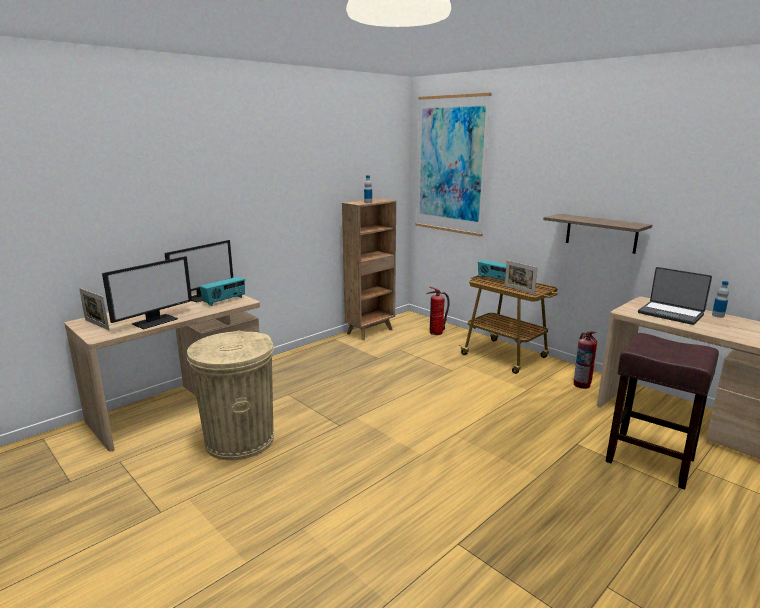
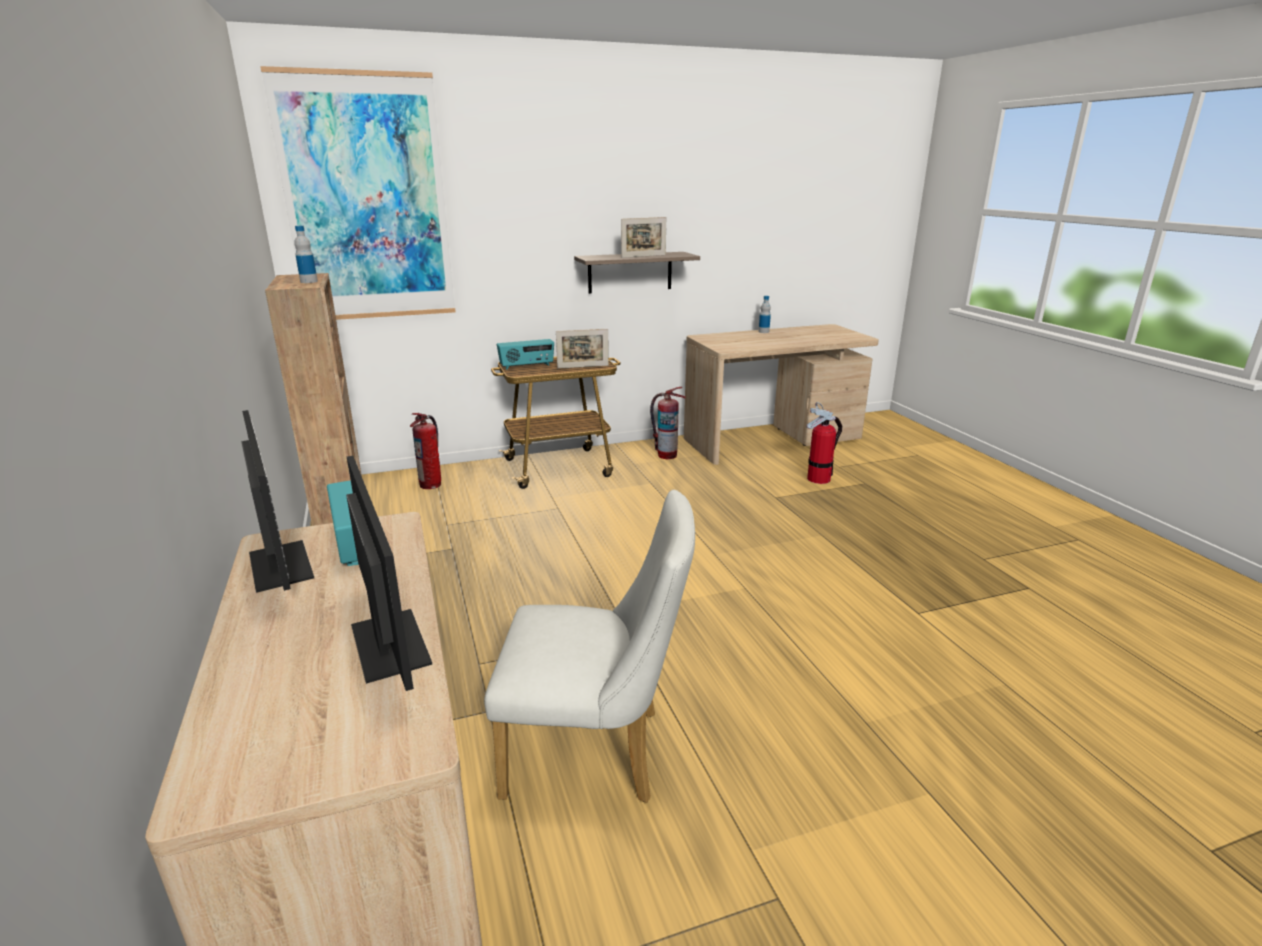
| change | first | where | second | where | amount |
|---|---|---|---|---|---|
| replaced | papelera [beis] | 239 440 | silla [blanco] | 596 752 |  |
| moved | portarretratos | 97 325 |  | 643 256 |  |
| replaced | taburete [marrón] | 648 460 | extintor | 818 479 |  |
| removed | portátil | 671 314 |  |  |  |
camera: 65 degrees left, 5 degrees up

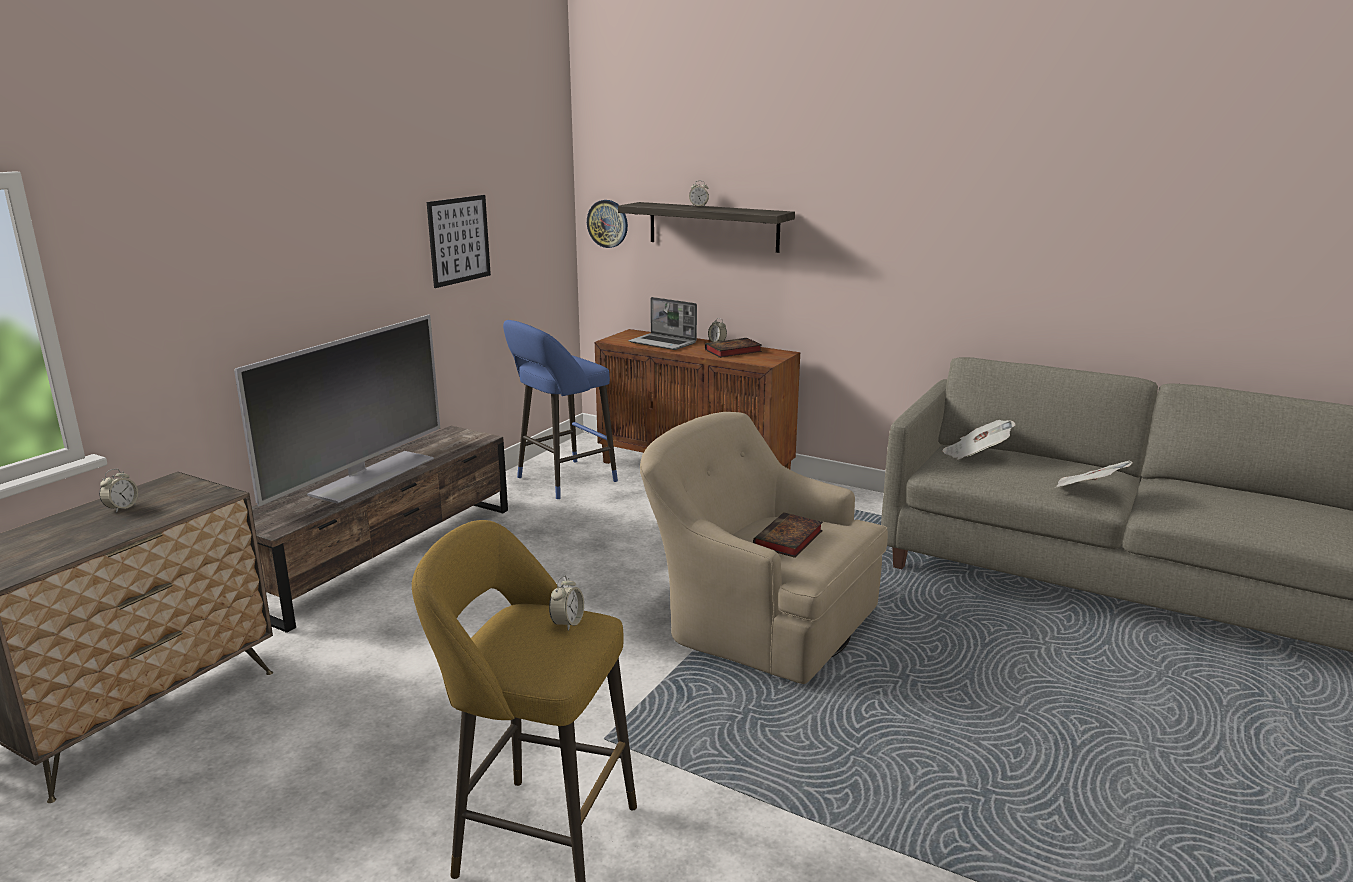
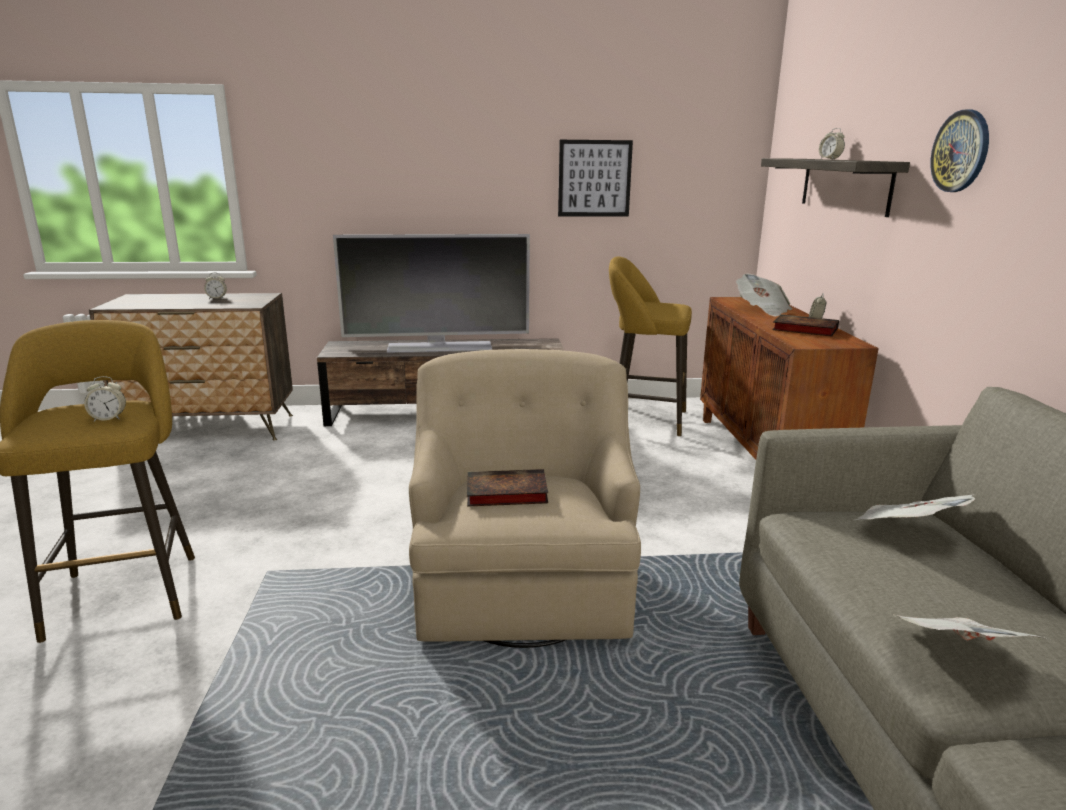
| change | first | where | second | where | amount |
|---|---|---|---|---|---|
| recoloured | taburete [azul] | 561 481 | taburete [amarillo] | 642 419 |  |
| replaced | portátil | 663 343 | periódico | 762 310 |  |
| moved | reloj de pared | 608 223 |  | 961 151 |  |
camera: 55 degrees right, 0 degrees up

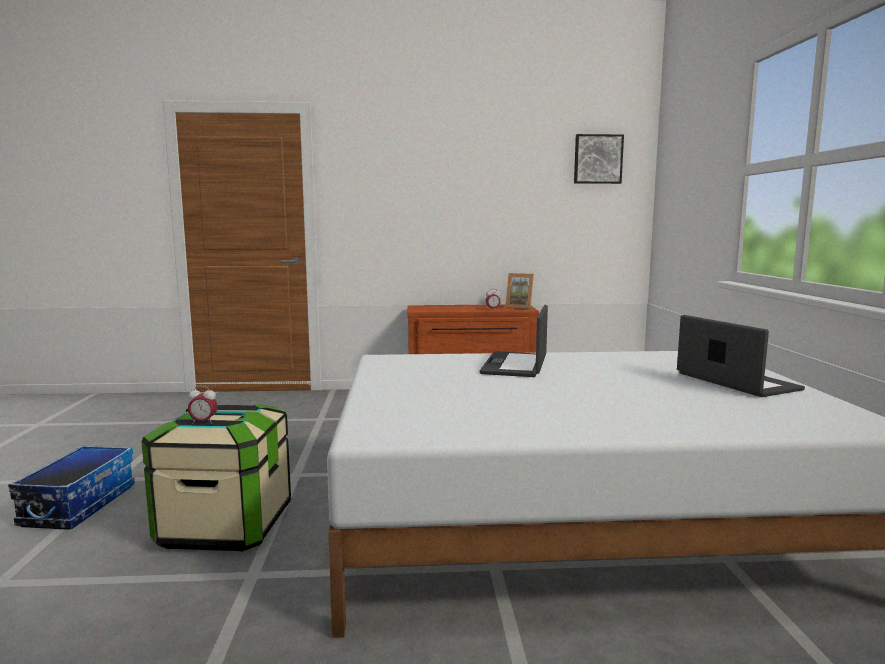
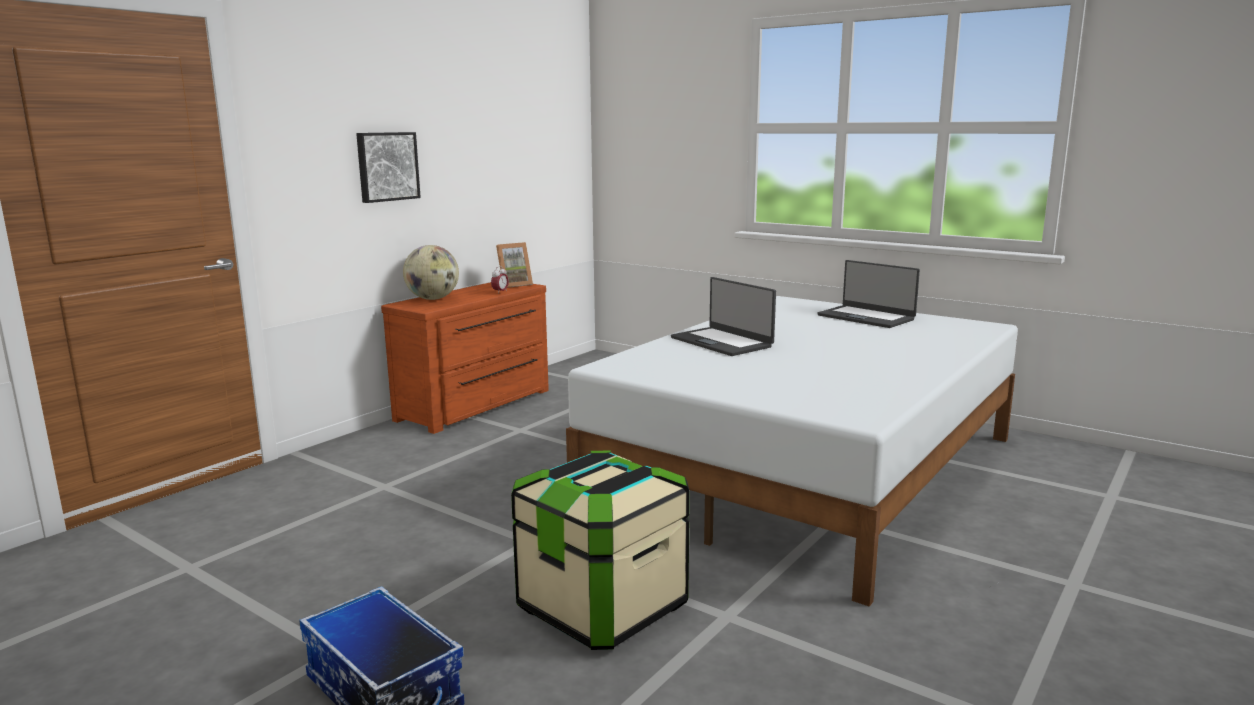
| change | first | where | second | where | amount |
|---|---|---|---|---|---|
| moved | cuadro | 597 159 |  | 387 166 |  |
| added |  |  | globo terráqueo | 433 299 |  |
| turned | portátil | 735 382 |  | 866 317 | 150 degrees counterclockwise |
| removed | despertador | 203 422 |  |  |  |
camera: 50 degrees left, 5 degrees up

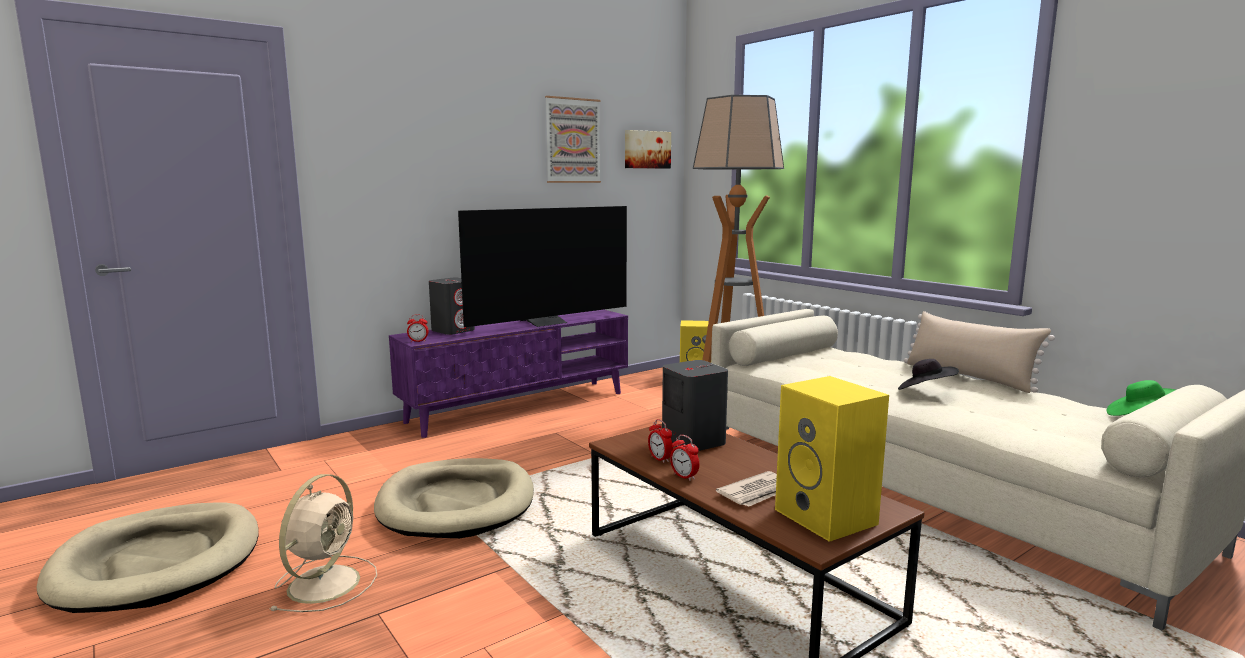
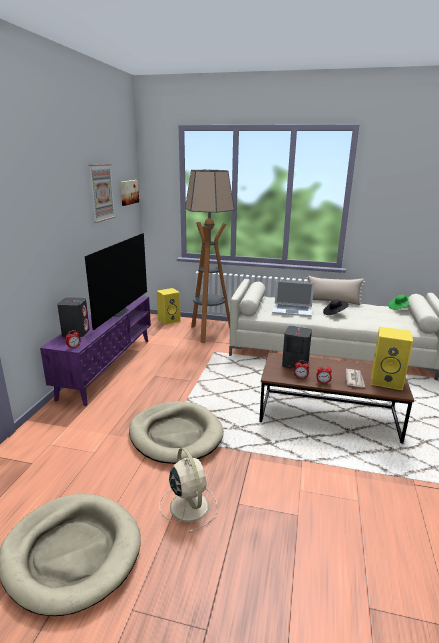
| change | first | where | second | where | amount |
|---|---|---|---|---|---|
| added |  |  | portátil | 292 310 |  |
camera: 40 degrees left, 10 degrees up

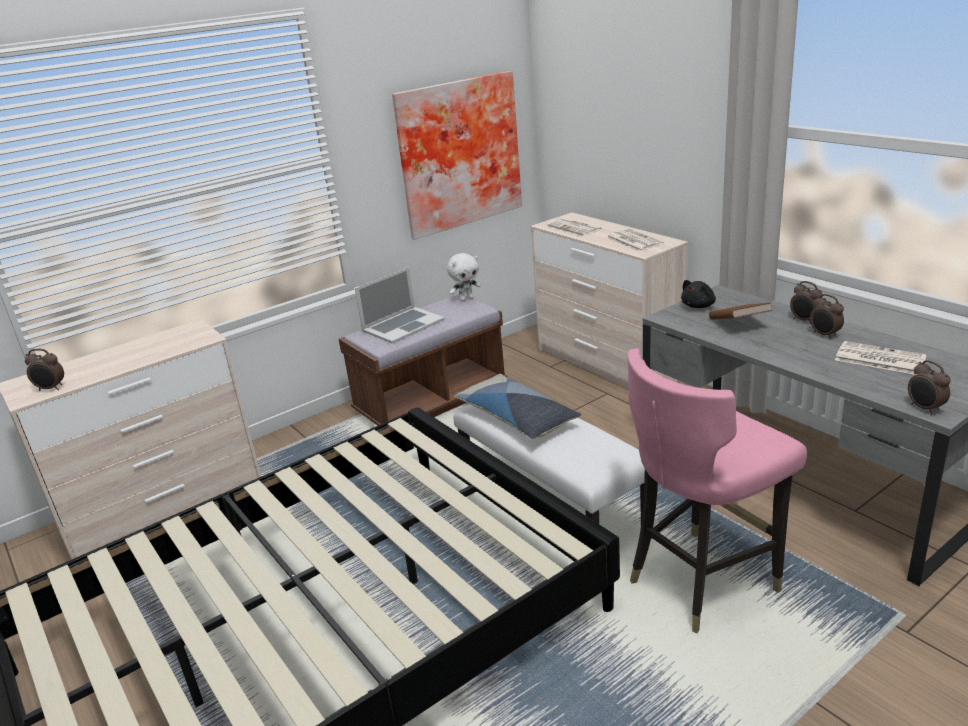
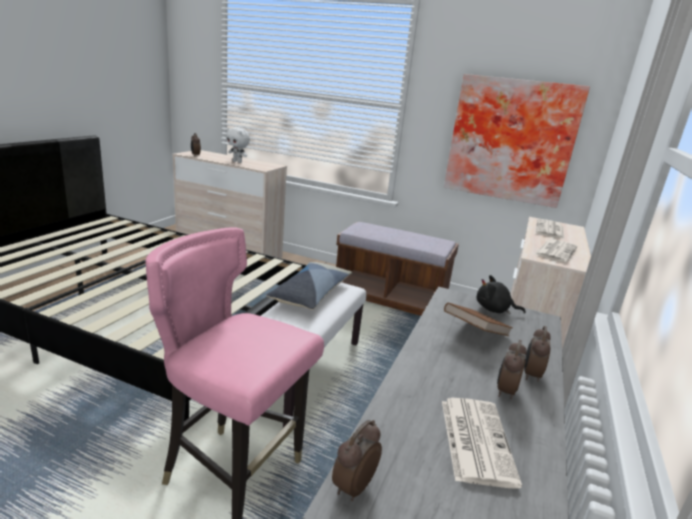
| change | first | where | second | where | amount |
|---|---|---|---|---|---|
| moved | peluche [blanco] | 466 299 |  | 237 161 |  |
| removed | portátil | 403 325 |  |  |  |
camera: 55 degrees right, 5 degrees down

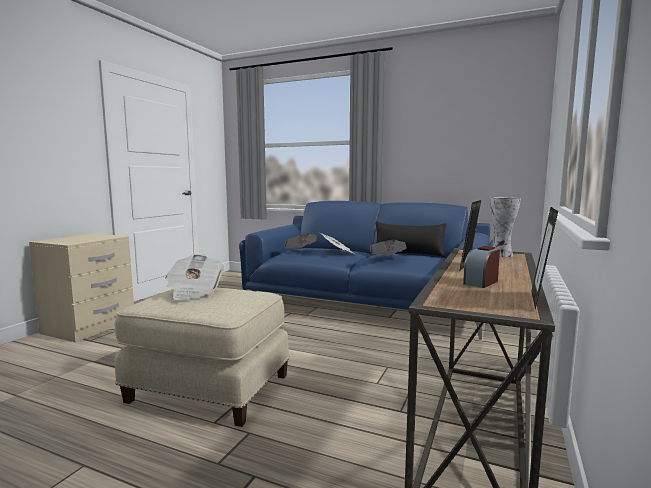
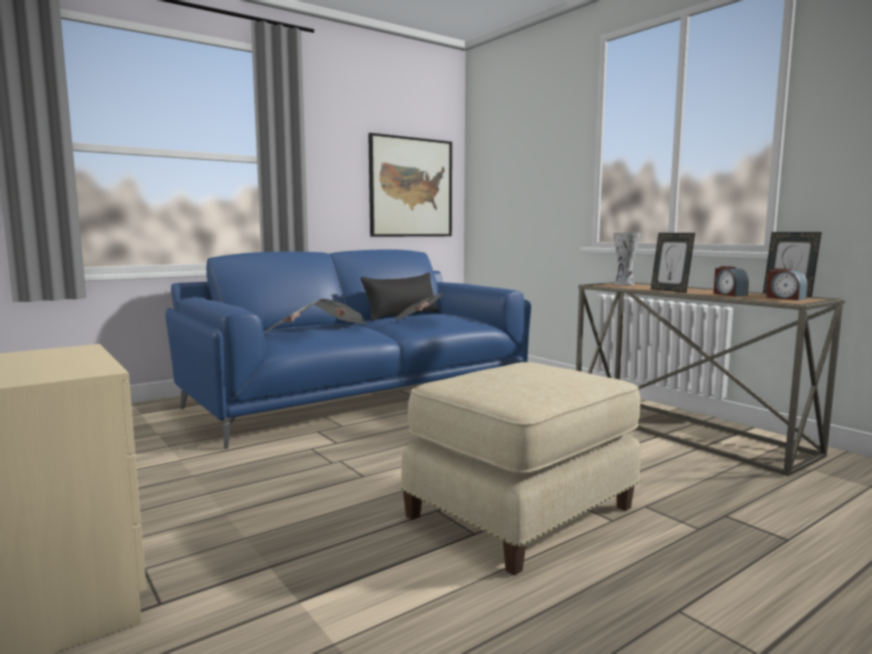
| change | first | where | second | where | amount |
|---|---|---|---|---|---|
| added |  |  | cuadro | 411 187 |  |
| added |  |  | despertador | 785 298 |  |
| removed | periódico | 194 292 |  |  |  |
camera: 60 degrees left, 0 degrees up

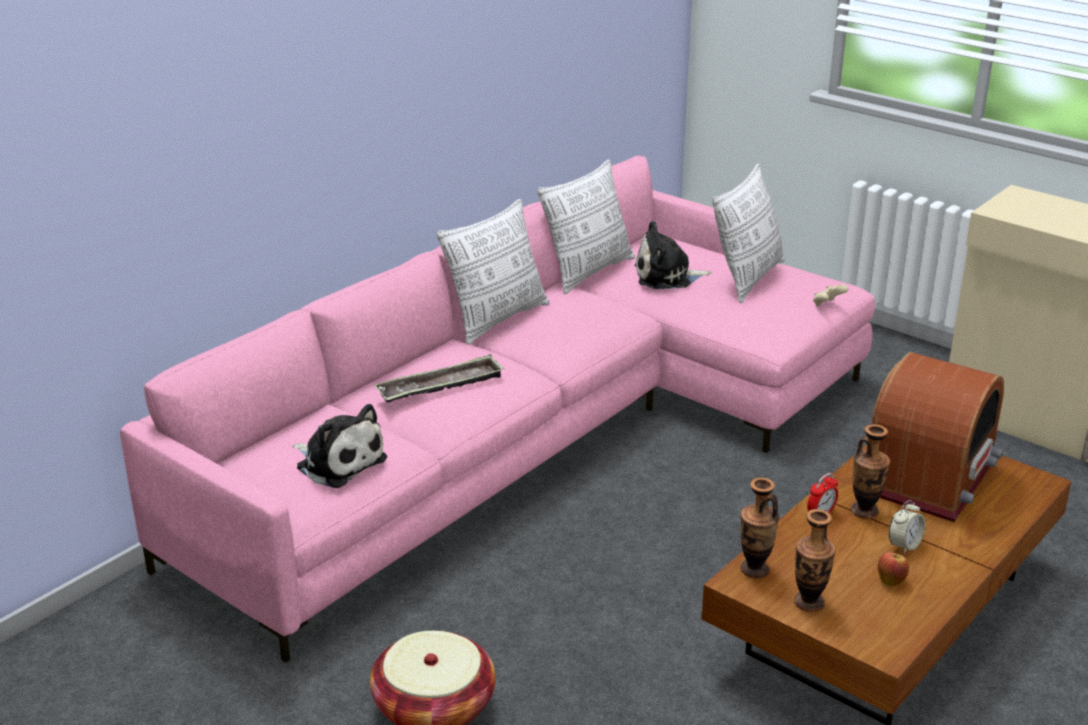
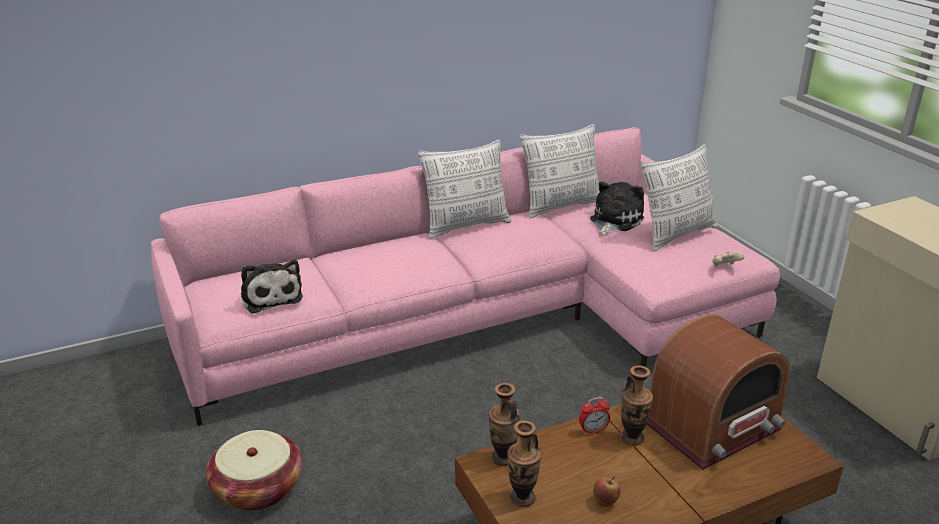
| change | first | where | second | where | amount |
|---|---|---|---|---|---|
| turned | peluche | 667 276 |  | 614 220 | 105 degrees clockwise |
| removed | bandeja | 440 386 |  |  |  |
| removed | despertador | 904 545 |  |  |  |
camera: 25 degrees right, 0 degrees up

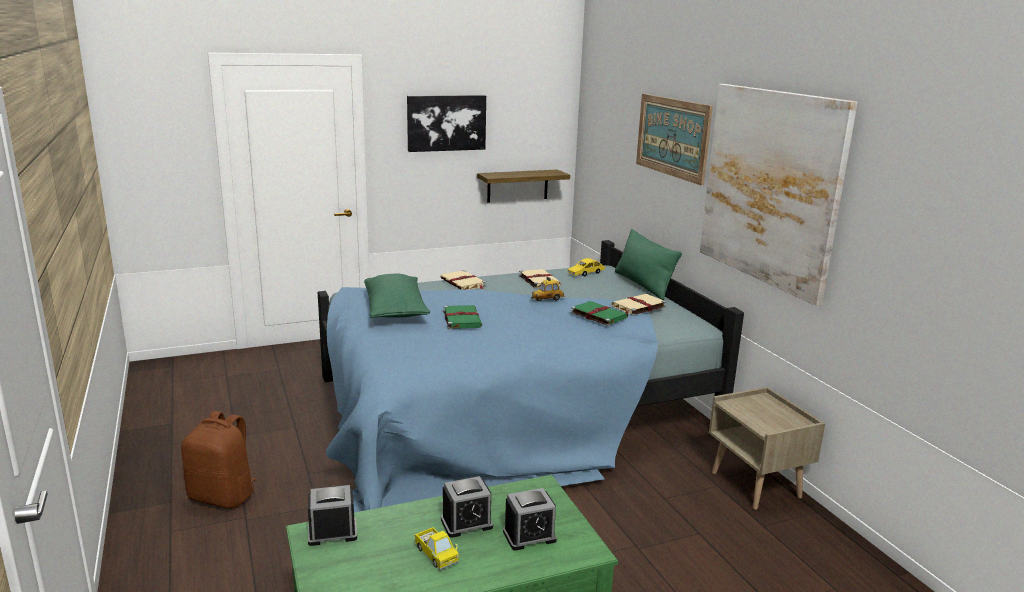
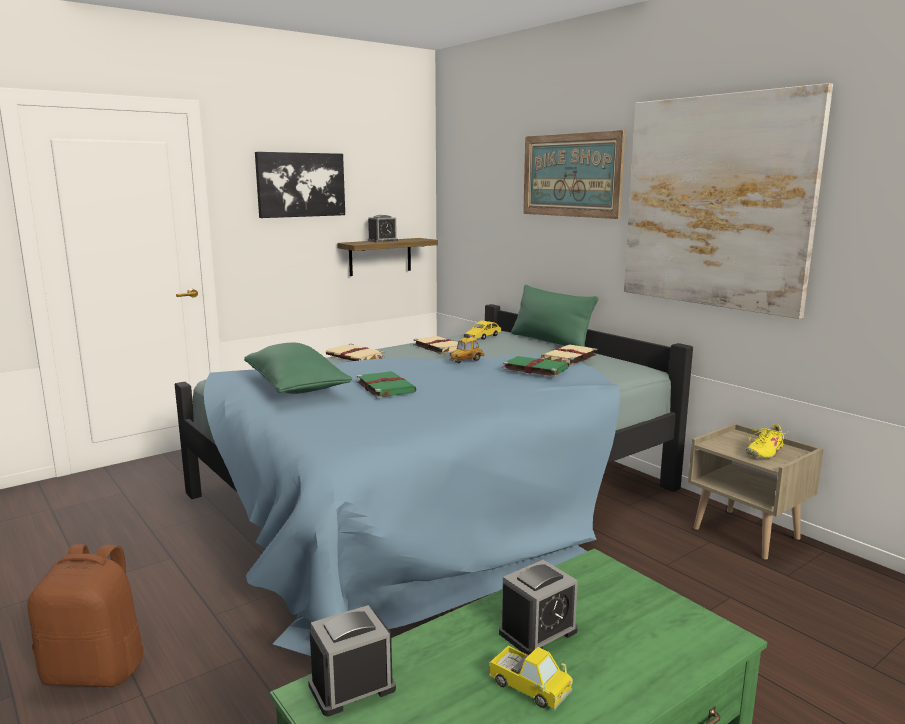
| change | first | where | second | where | amount |
|---|---|---|---|---|---|
| moved | despertador | 529 536 |  | 382 241 |  |
| added |  |  | zapato [amarillo] | 764 452 |  |
camera: 15 degrees left, 5 degrees down

